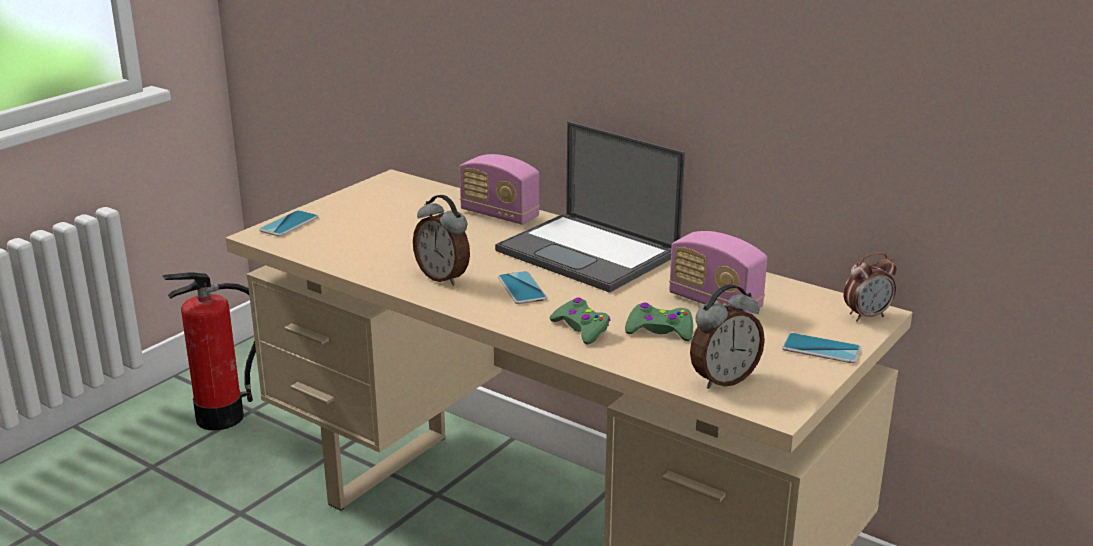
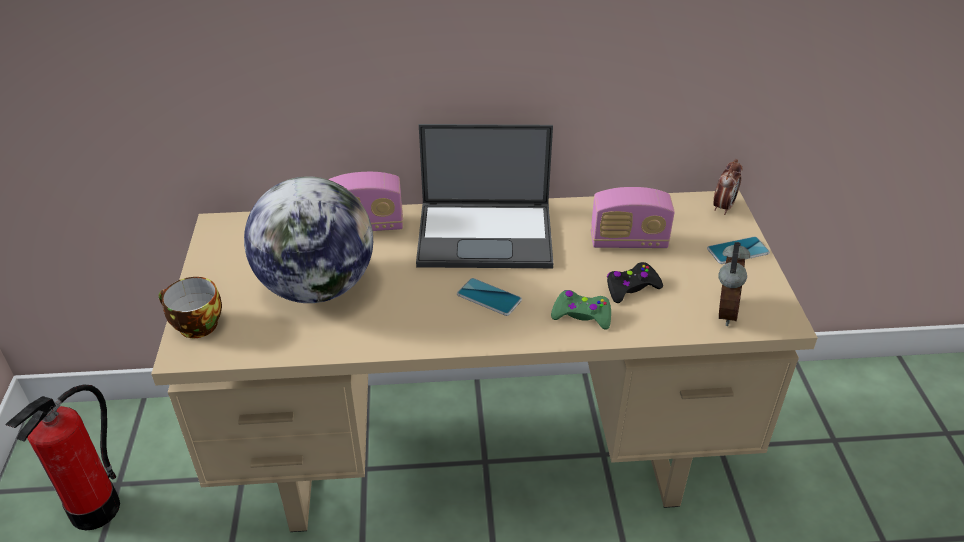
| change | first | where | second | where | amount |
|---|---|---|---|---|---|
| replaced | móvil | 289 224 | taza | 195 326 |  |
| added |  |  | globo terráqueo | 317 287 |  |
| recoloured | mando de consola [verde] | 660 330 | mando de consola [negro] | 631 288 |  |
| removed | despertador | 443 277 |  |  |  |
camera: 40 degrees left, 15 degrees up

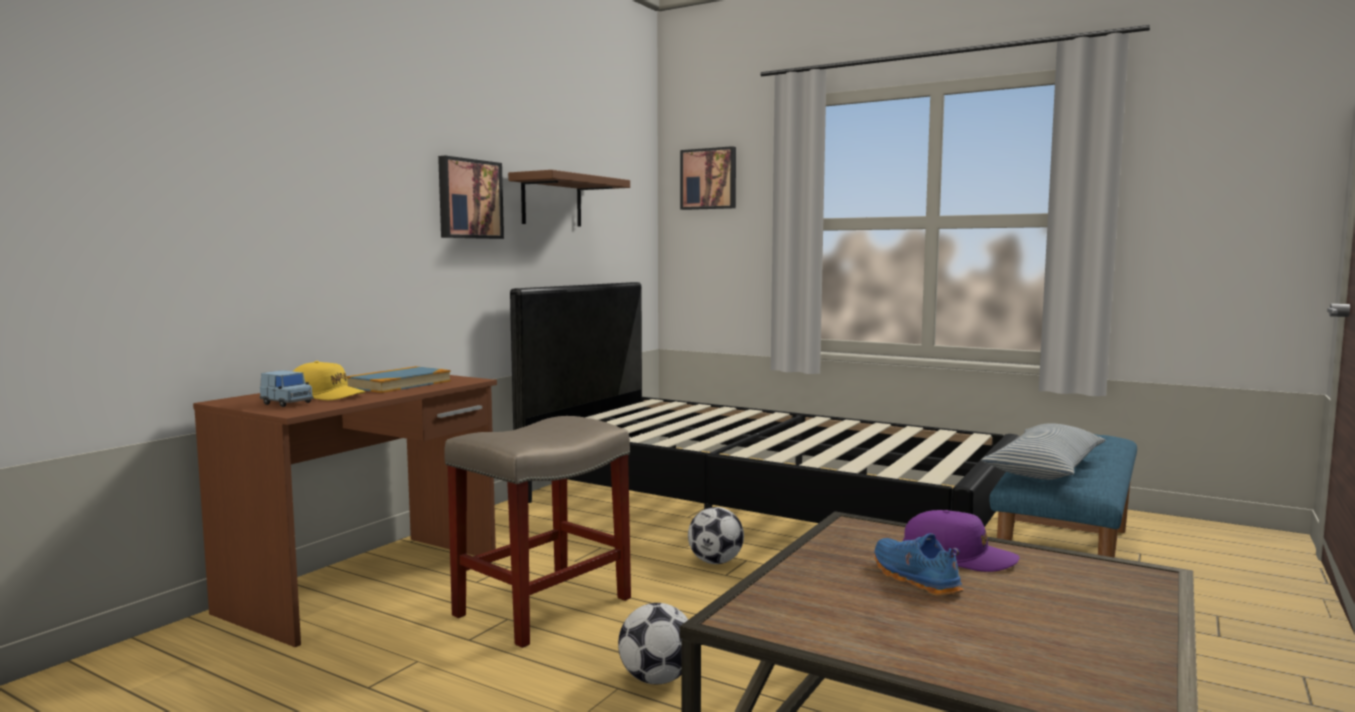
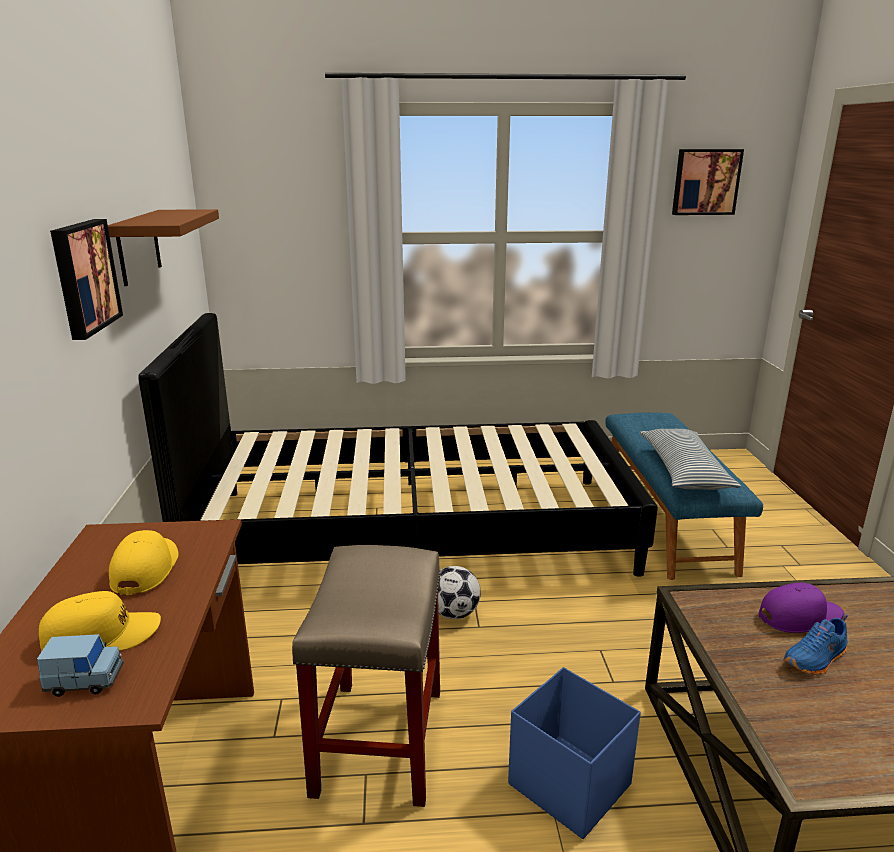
| change | first | where | second | where | amount |
|---|---|---|---|---|---|
| replaced | libro | 399 384 | gorra [amarillo] | 145 569 |  |
| replaced | balón de fútbol | 657 679 | caja de almacenaje [azul] | 568 783 |  |
| moved | cuadro | 709 179 |  | 705 182 |  |
| turned | zapato [azul] | 913 579 |  | 816 659 | 60 degrees counterclockwise |
camera: 35 degrees left, 15 degrees up

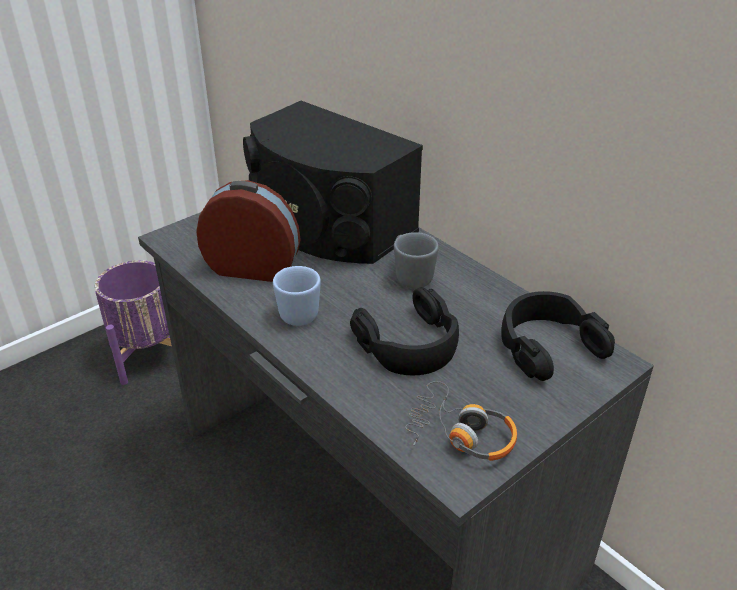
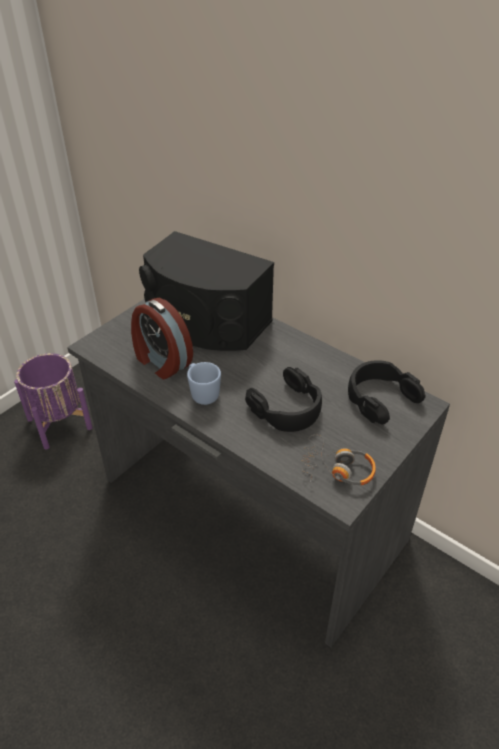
| change | first | where | second | where | amount |
|---|---|---|---|---|---|
| turned | despertador | 253 266 |  | 161 361 | 135 degrees counterclockwise |
| removed | taza grande [gris] | 410 276 |  |  |  |
camera: 10 degrees left, 5 degrees up

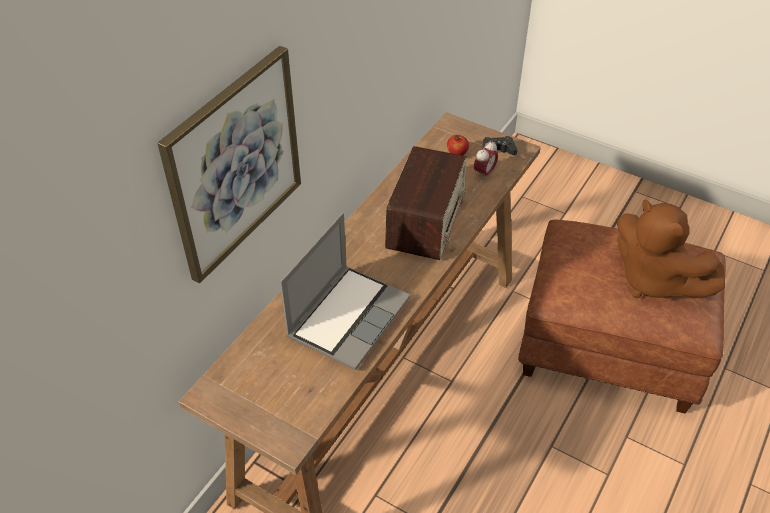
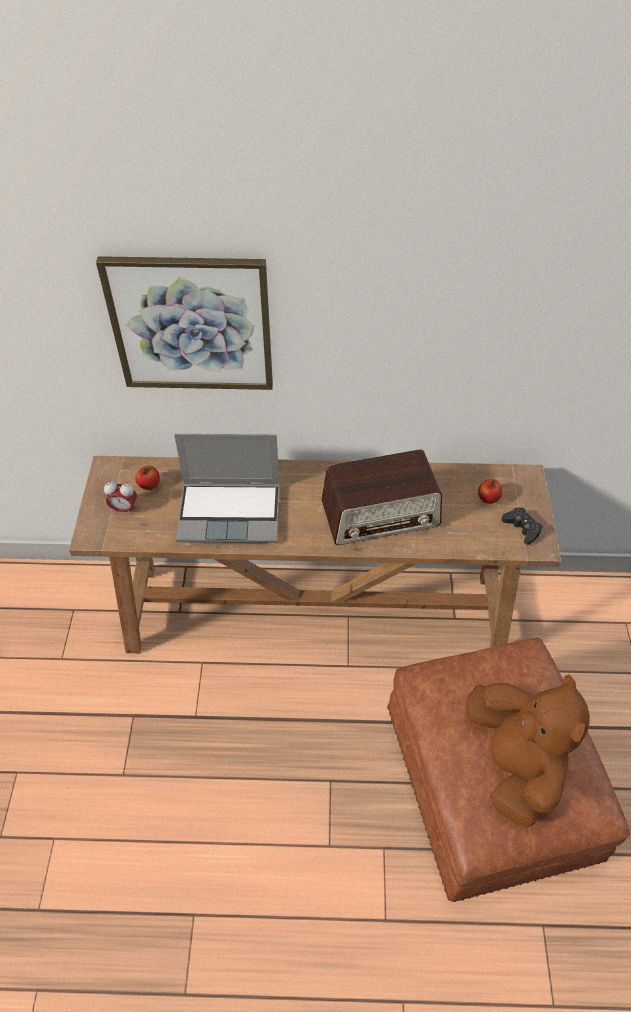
| change | first | where | second | where | amount |
|---|---|---|---|---|---|
| moved | despertador | 484 173 |  | 124 509 |  |
| added |  |  | manzana | 149 485 |  |
| turned | peluche [marrón] | 653 280 |  | 513 763 | 150 degrees clockwise |
camera: 60 degrees right, 5 degrees up

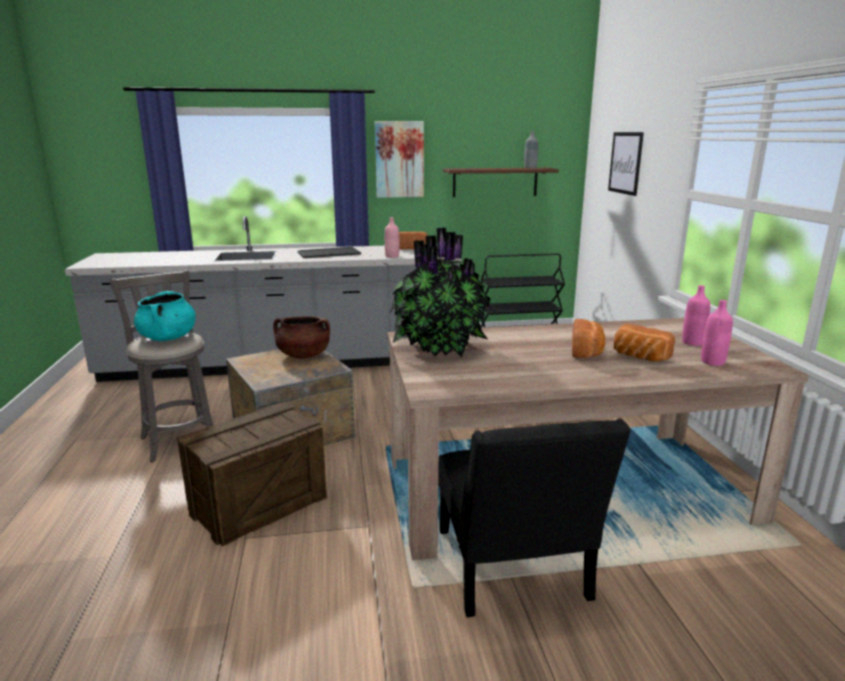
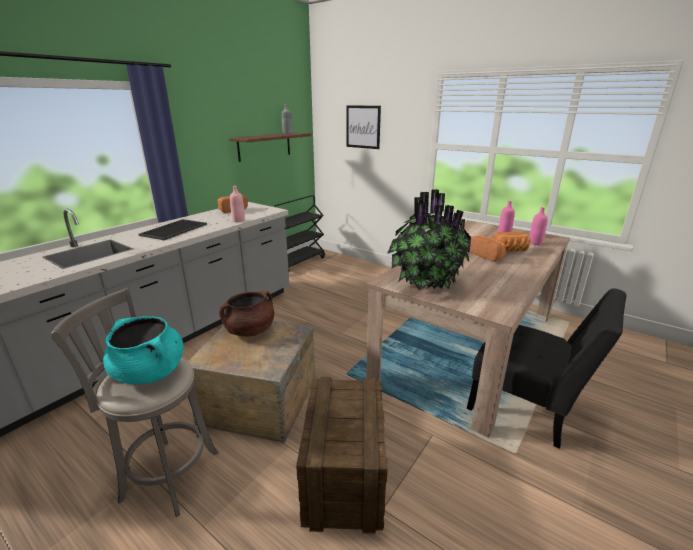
| change | first | where | second | where | amount |
|---|---|---|---|---|---|
| removed | cuadro | 399 159 |  |  |  |
camera: 45 degrees left, 5 degrees up

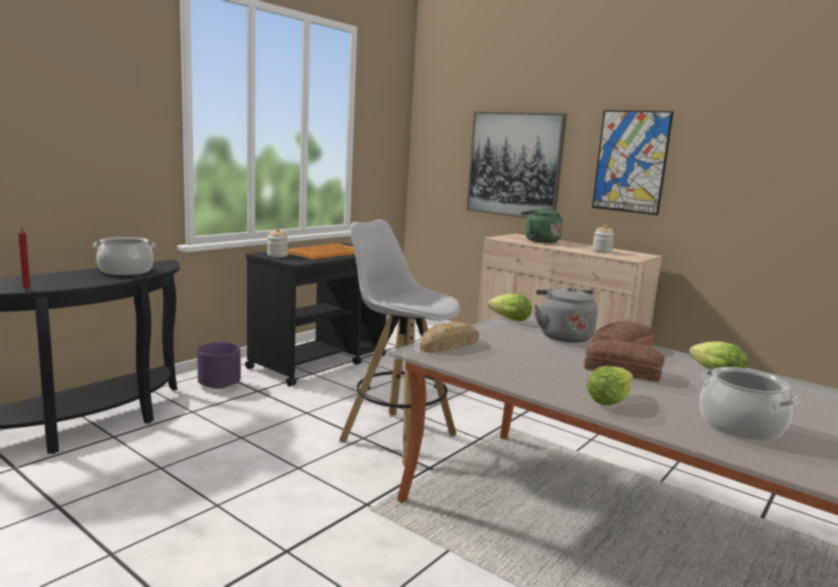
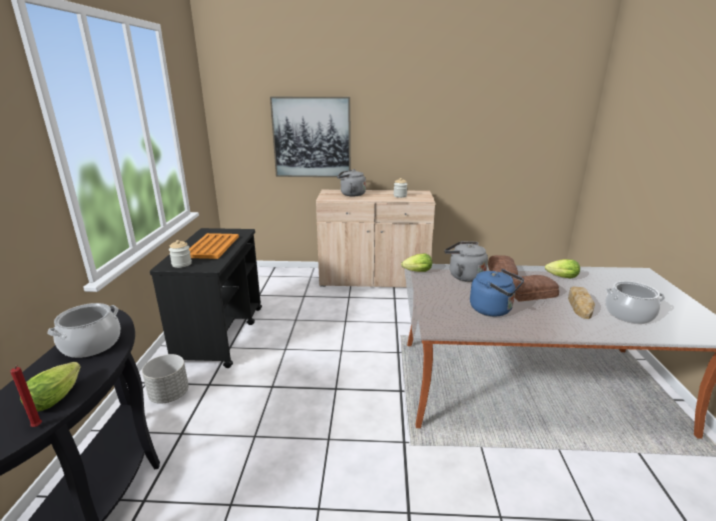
| change | first | where | second | where | amount |
|---|---|---|---|---|---|
| moved | lechuga | 611 399 |  | 58 395 |  |
| recoloured | maceta [morado] | 219 385 | maceta [gris] | 169 394 |  |
| recoloured | hervidor [verde] | 539 241 | hervidor [gris] | 351 194 |  |
| added |  |  | hervidor [azul] | 493 309 |  |
| moved | pan | 450 344 |  | 579 305 |  |
| removed | taburete [blanco] | 396 437 |  |  |  |
| removed | cuadro | 631 161 |  |  |  |
camera: 35 degrees left, 10 degrees up

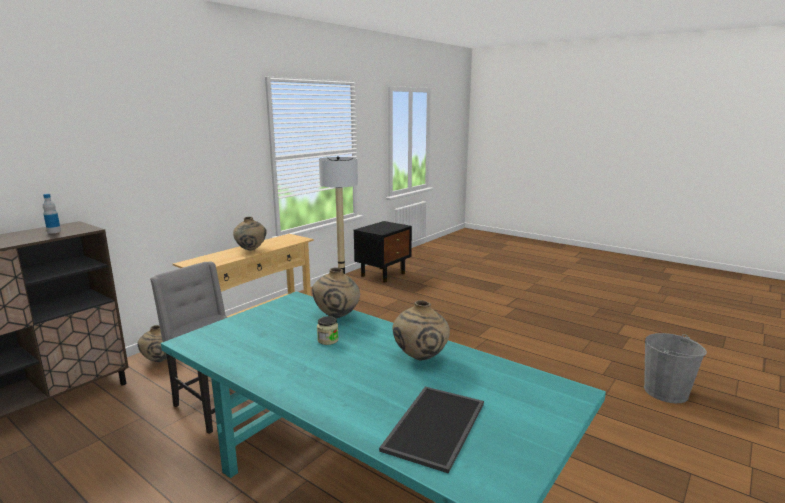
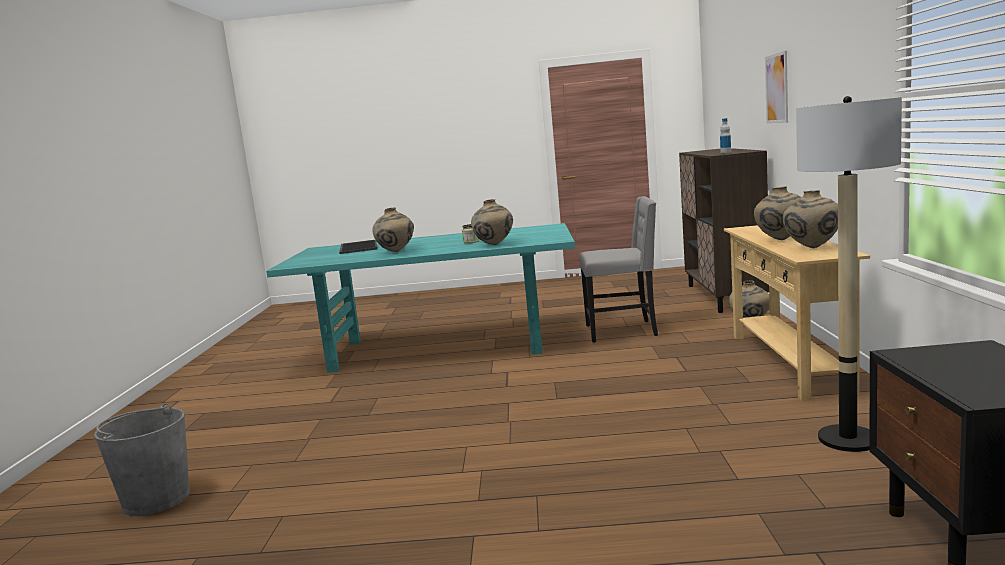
| change | first | where | second | where | amount |
|---|---|---|---|---|---|
| added |  |  | cuadro | 777 88 |  |
| added |  |  | florero [beis] | 812 248 |  |
camera: 145 degrees right, 5 degrees down

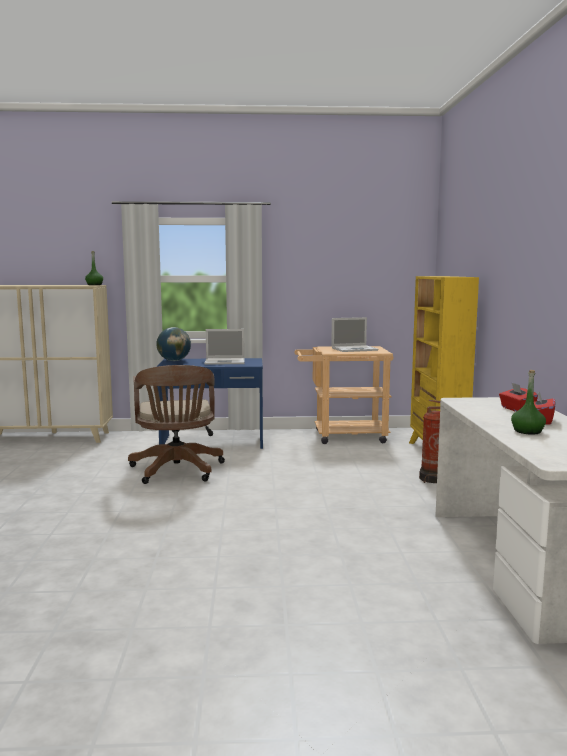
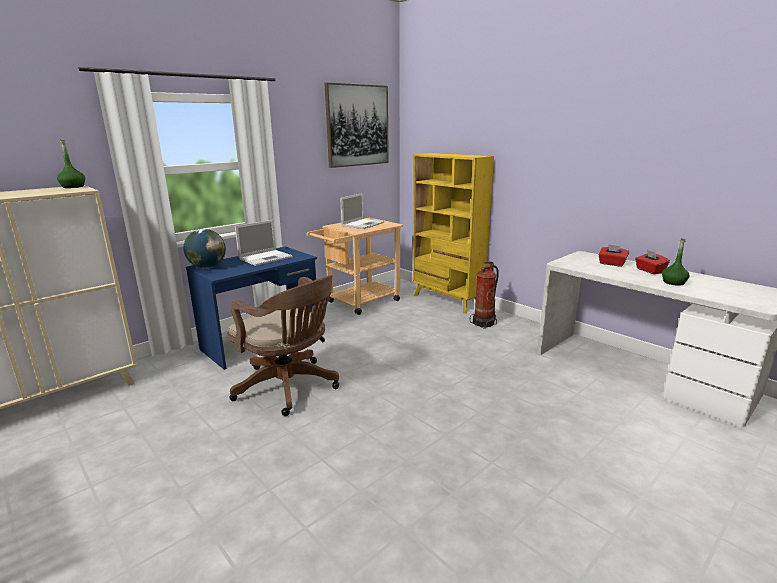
| change | first | where | second | where | amount |
|---|---|---|---|---|---|
| added |  |  | cuadro | 357 125 |  |
camera: 40 degrees left, 10 degrees up

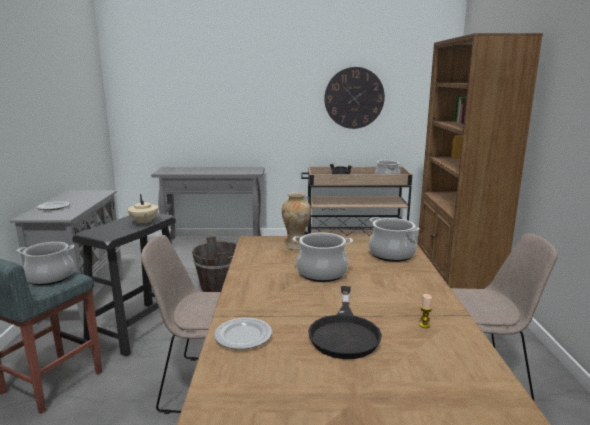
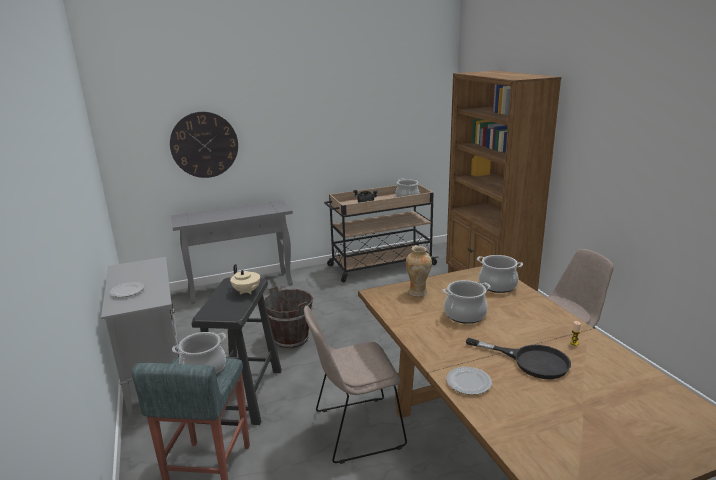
| change | first | where | second | where | amount |
|---|---|---|---|---|---|
| moved | reloj de pared | 354 98 |  | 204 145 |  |
| turned | sartén [negro] | 344 331 |  | 530 361 | 45 degrees counterclockwise |
camera: 20 degrees left, 5 degrees up

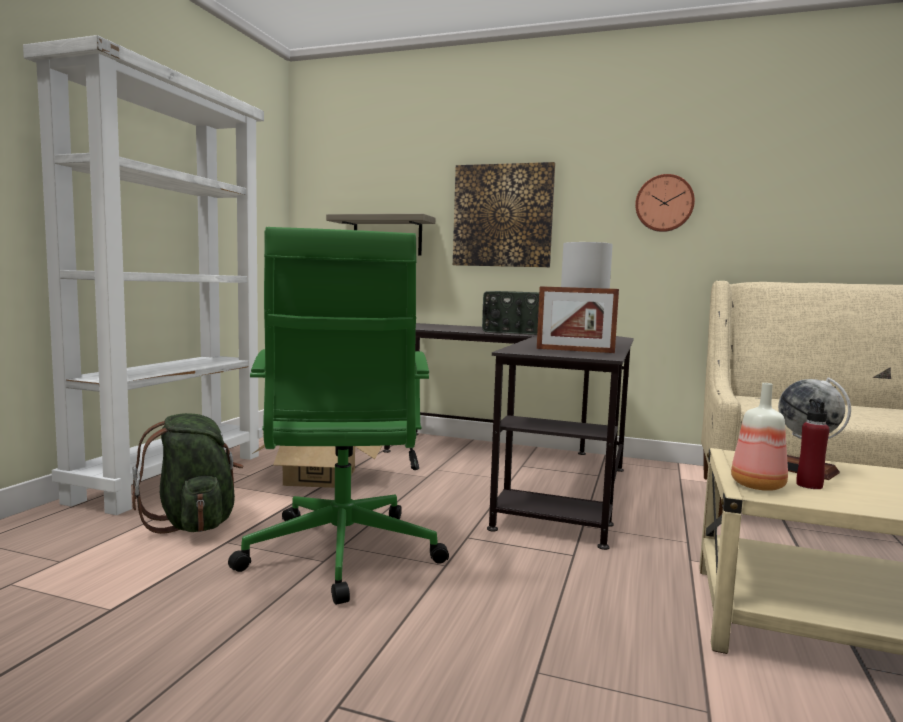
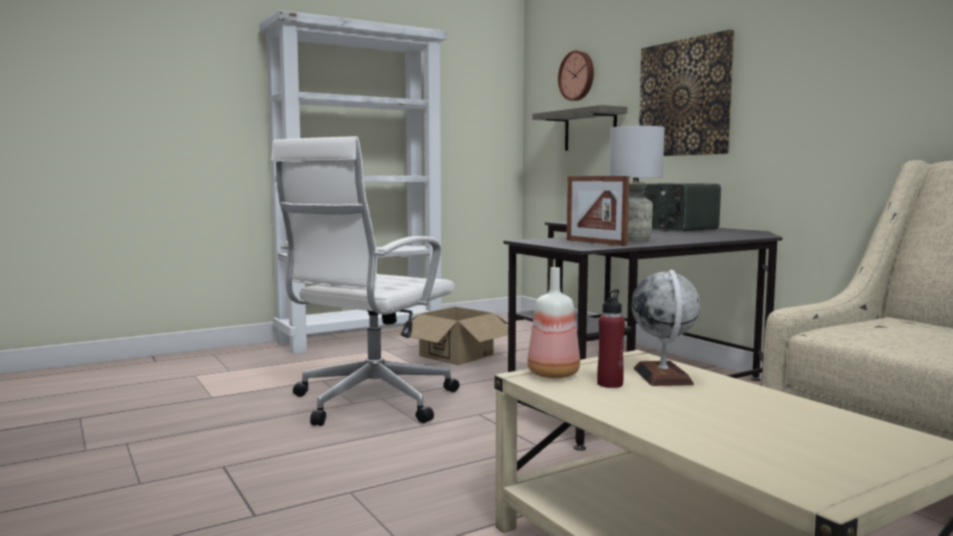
| change | first | where | second | where | amount |
|---|---|---|---|---|---|
| recoloured | silla de oficina [verde] | 341 555 | silla de oficina [blanco] | 370 402 |  |
| moved | reloj de pared | 664 203 |  | 577 76 |  |
| removed | mochila [verde] | 193 523 |  |  |  |
camera: 40 degrees right, 0 degrees up

